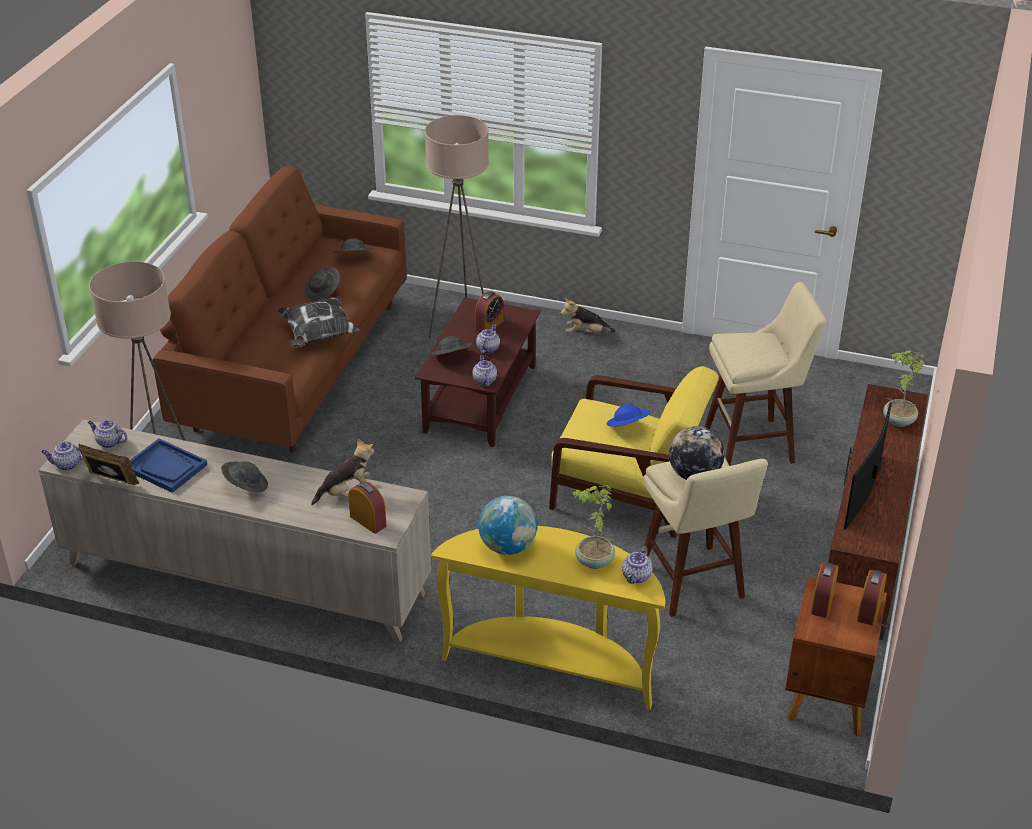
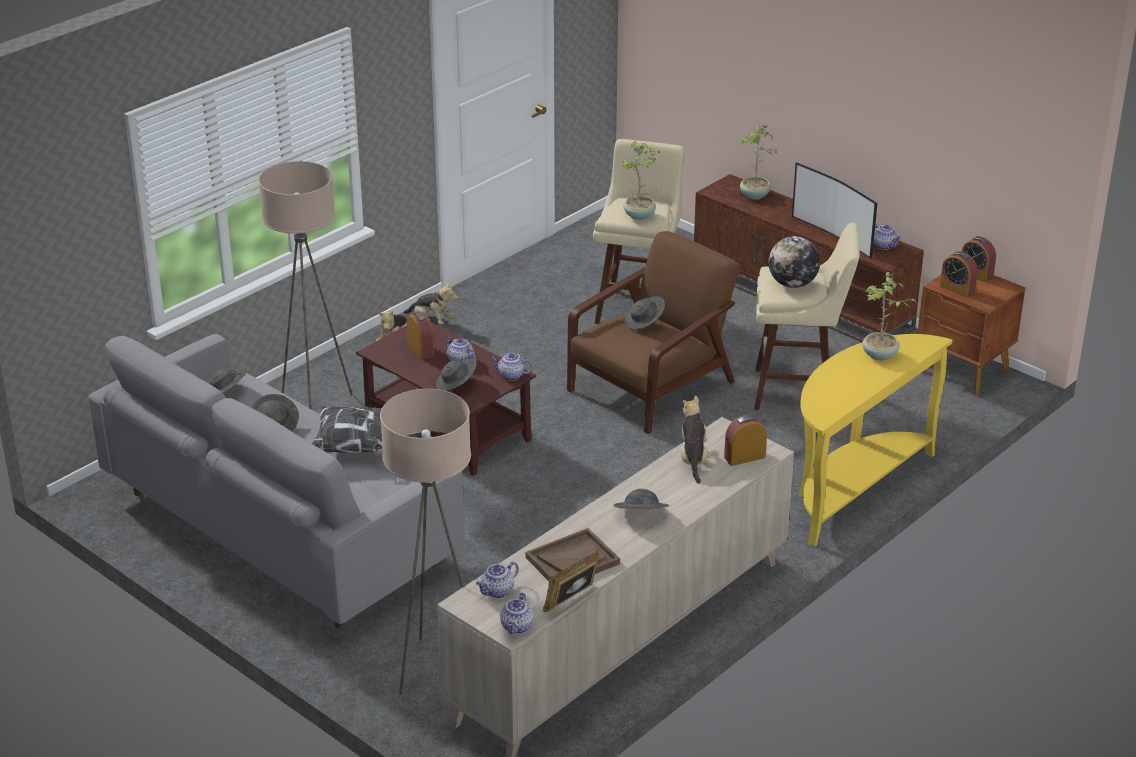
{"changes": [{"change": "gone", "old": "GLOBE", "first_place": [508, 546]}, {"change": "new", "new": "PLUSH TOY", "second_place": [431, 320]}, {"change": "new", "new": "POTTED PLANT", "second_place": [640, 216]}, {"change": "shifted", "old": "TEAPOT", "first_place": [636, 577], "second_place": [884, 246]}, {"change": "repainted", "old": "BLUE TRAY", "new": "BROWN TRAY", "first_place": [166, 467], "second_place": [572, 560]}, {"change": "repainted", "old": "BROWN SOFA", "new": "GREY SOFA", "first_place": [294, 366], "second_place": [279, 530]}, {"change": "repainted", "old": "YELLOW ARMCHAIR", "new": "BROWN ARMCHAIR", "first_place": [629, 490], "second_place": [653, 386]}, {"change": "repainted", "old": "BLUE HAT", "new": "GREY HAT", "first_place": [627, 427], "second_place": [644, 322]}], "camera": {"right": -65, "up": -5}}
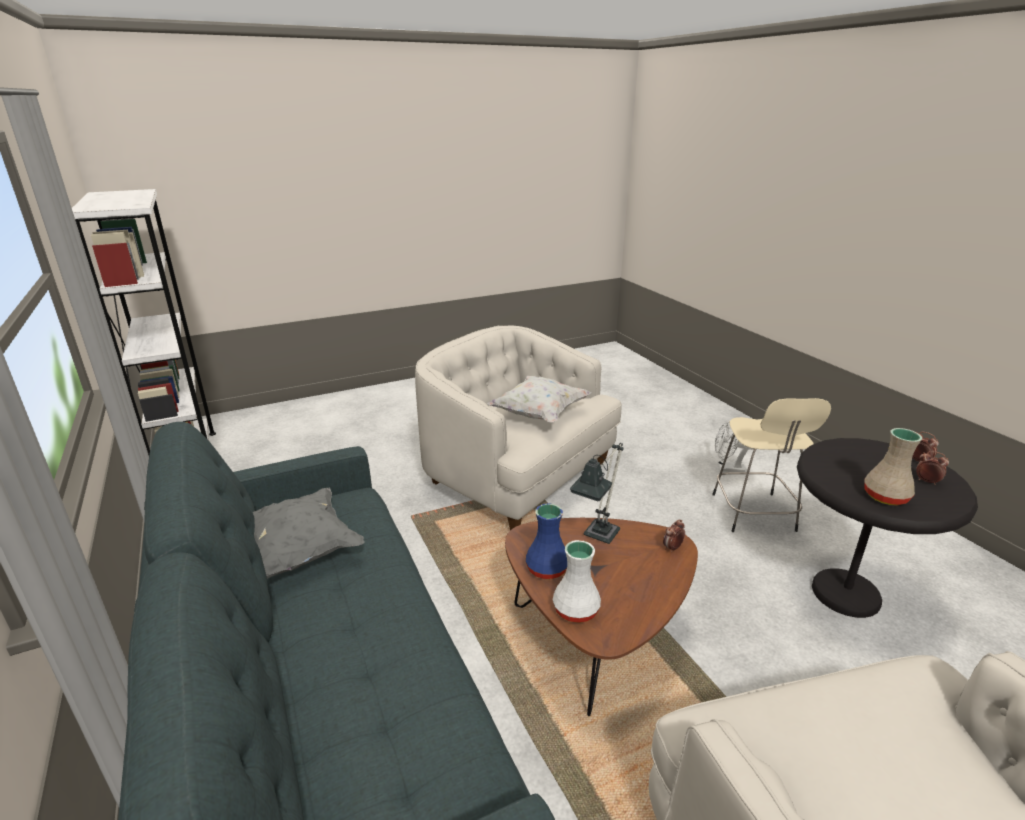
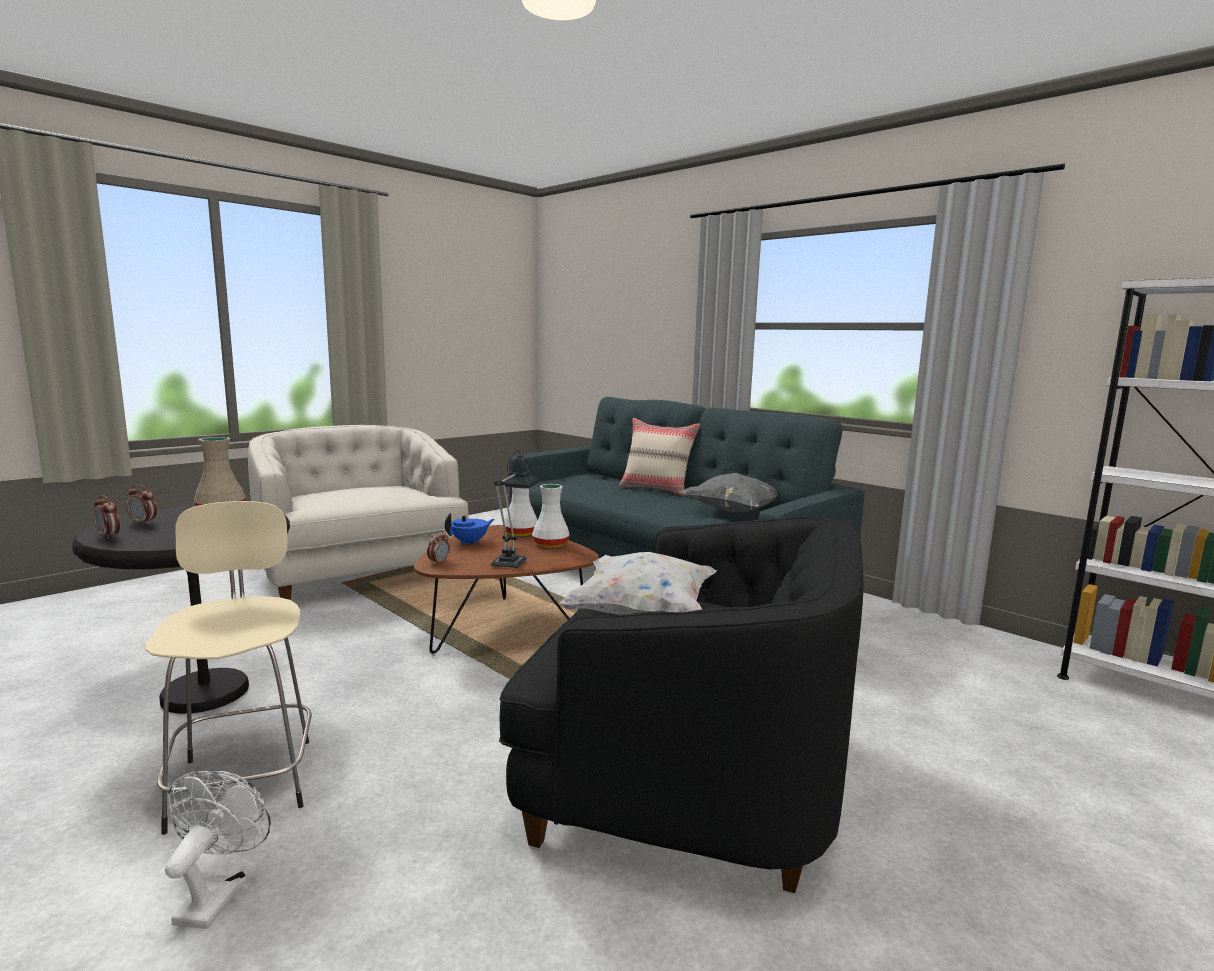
{"changes": [{"change": "new", "new": "BLUE TEAPOT", "second_place": [470, 542]}, {"change": "new", "new": "BEIGE PILLOW", "second_place": [656, 489]}, {"change": "repainted", "old": "WHITE ARMCHAIR", "new": "BLACK ARMCHAIR", "first_place": [517, 475], "second_place": [689, 773]}, {"change": "repainted", "old": "BLUE VASE", "new": "WHITE VASE", "first_place": [548, 568], "second_place": [550, 544]}, {"change": "rotated", "old": "WHITE FAN", "first_place": [727, 469], "second_place": [217, 894], "degrees": -75}], "camera": {"right": 160, "up": -15}}
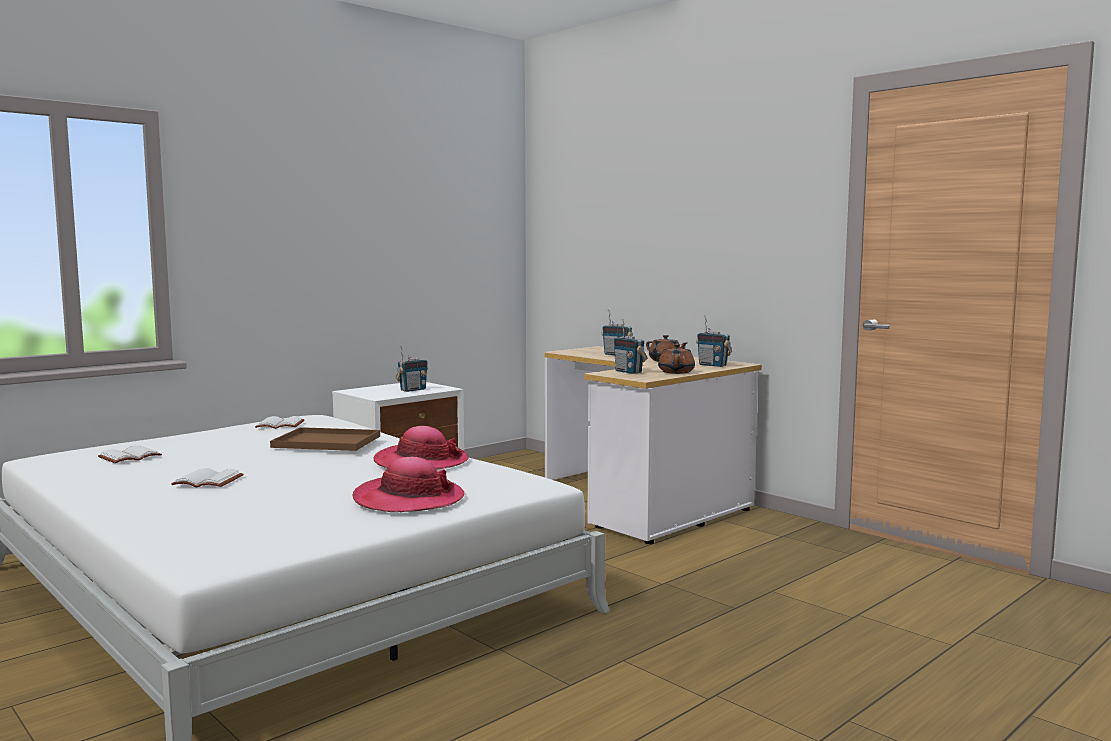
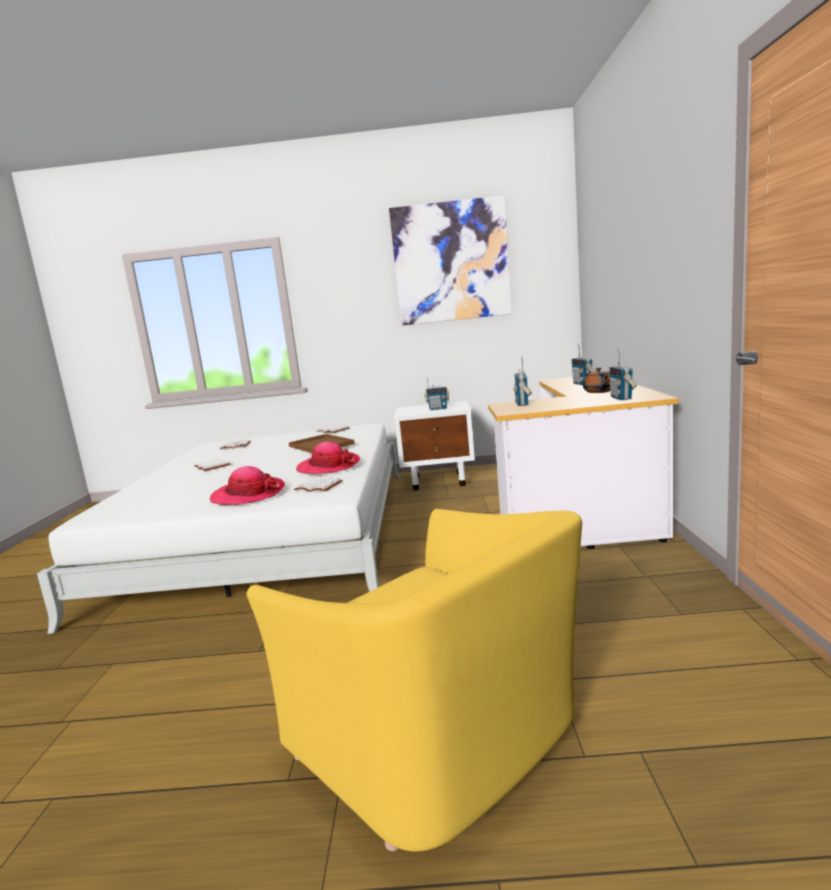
{"changes": [{"change": "gone", "old": "BROWN TEAPOT", "first_place": [676, 372]}, {"change": "new", "new": "YELLOW ARMCHAIR", "second_place": [441, 739]}, {"change": "new", "new": "WHITE BOOK", "second_place": [317, 487]}, {"change": "new", "new": "PICTURE", "second_place": [451, 262]}], "camera": {"right": 45, "up": 5}}
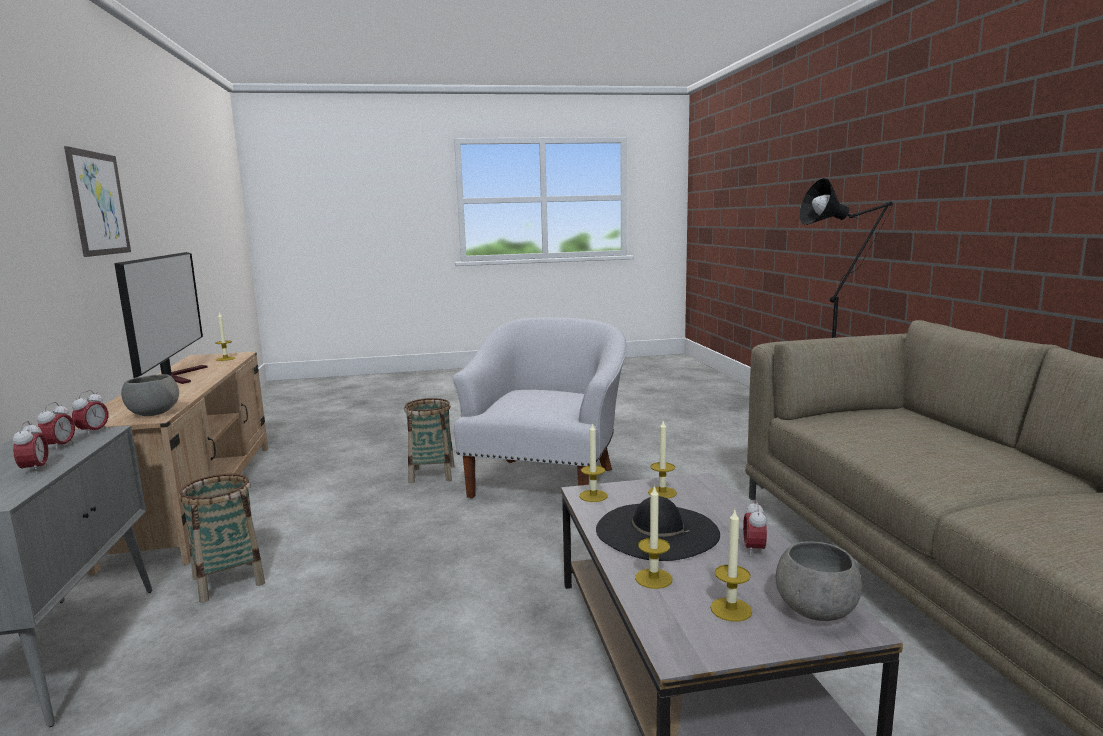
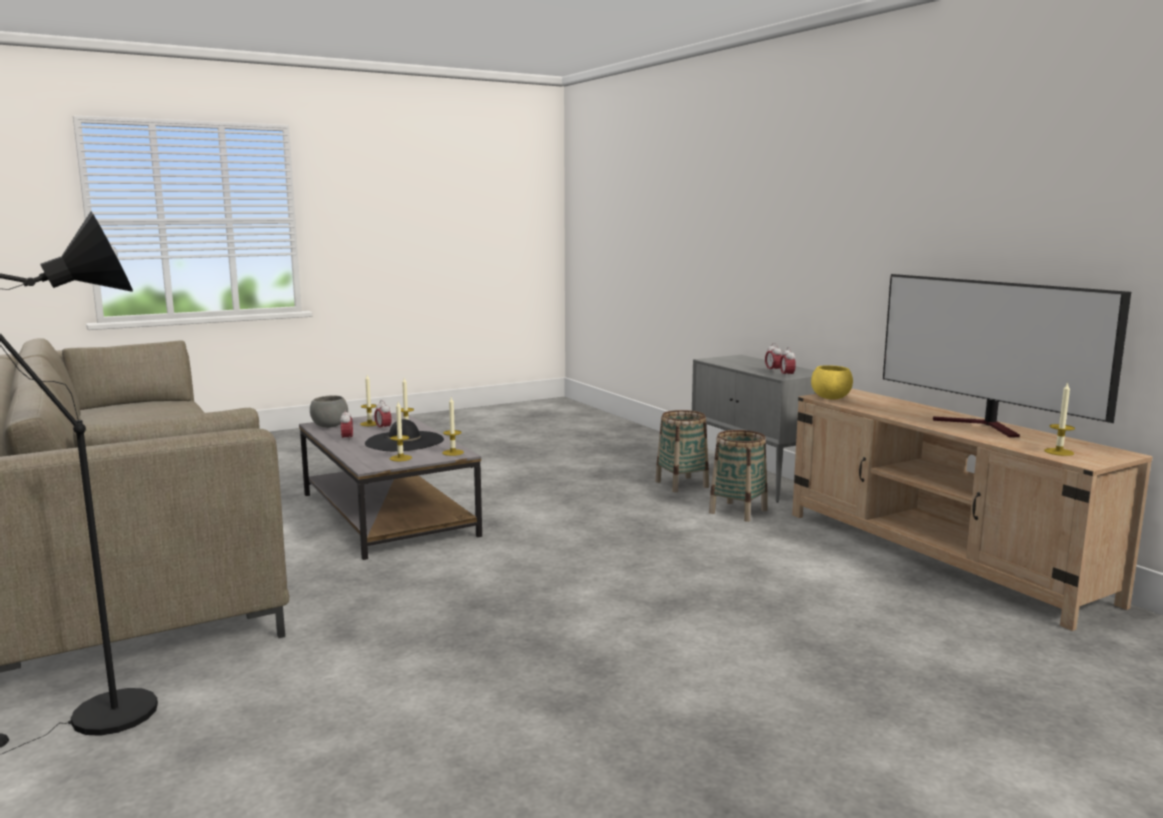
{"changes": [{"change": "gone", "old": "PICTURE", "first_place": [99, 203]}, {"change": "gone", "old": "WHITE ARMCHAIR", "first_place": [546, 480]}, {"change": "shifted", "old": "ALARM CLOCK", "first_place": [35, 470], "second_place": [383, 429]}, {"change": "shifted", "old": "BASKET", "first_place": [432, 474], "second_place": [682, 484]}, {"change": "repainted", "old": "GREY BOWL", "new": "YELLOW BOWL", "first_place": [153, 414], "second_place": [831, 398]}], "camera": {"right": 160, "up": 0}}
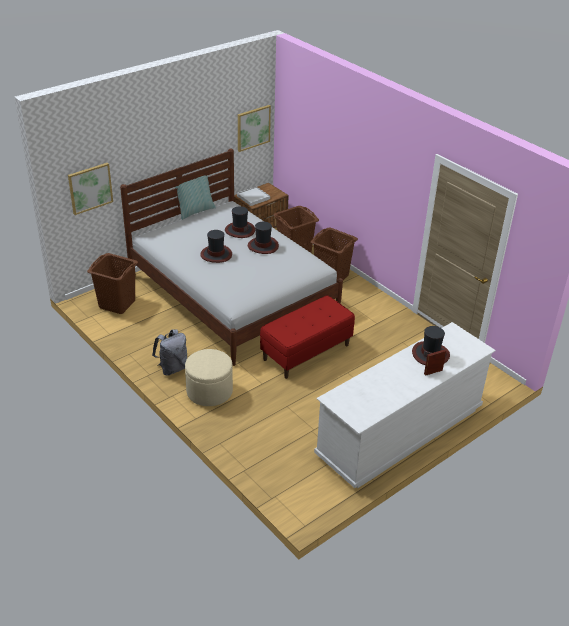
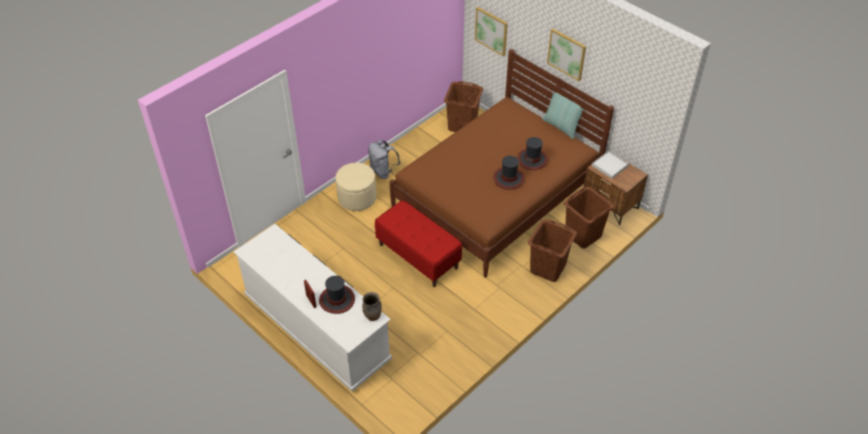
{"changes": [{"change": "gone", "old": "HAT", "first_place": [216, 254]}, {"change": "new", "new": "BROWN VASE", "second_place": [372, 316]}, {"change": "shifted", "old": "PICTURE", "first_place": [253, 127], "second_place": [567, 54]}, {"change": "repainted", "old": "WHITE BED", "new": "BROWN BED", "first_place": [232, 294], "second_place": [496, 196]}], "camera": {"right": 85, "up": 10}}
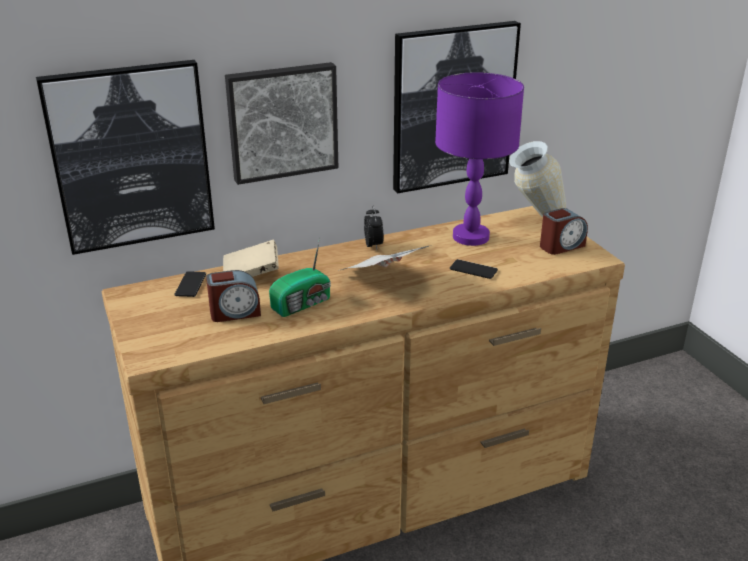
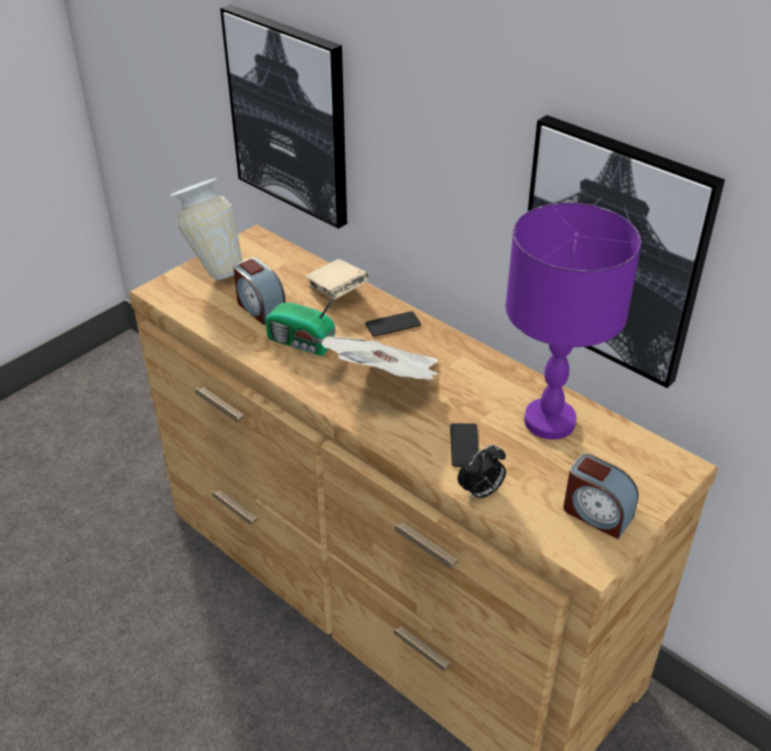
{"changes": [{"change": "gone", "old": "PICTURE", "first_place": [282, 121]}, {"change": "shifted", "old": "PHONE", "first_place": [190, 285], "second_place": [393, 325]}, {"change": "shifted", "old": "ALARM CLOCK", "first_place": [373, 246], "second_place": [481, 492]}, {"change": "shifted", "old": "VASE", "first_place": [533, 218], "second_place": [214, 268]}], "camera": {"right": 65, "up": 10}}
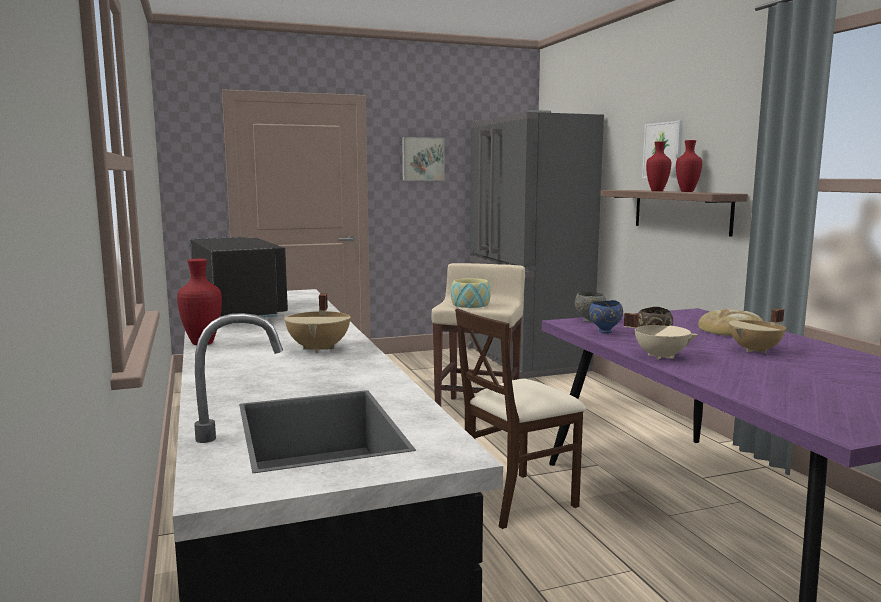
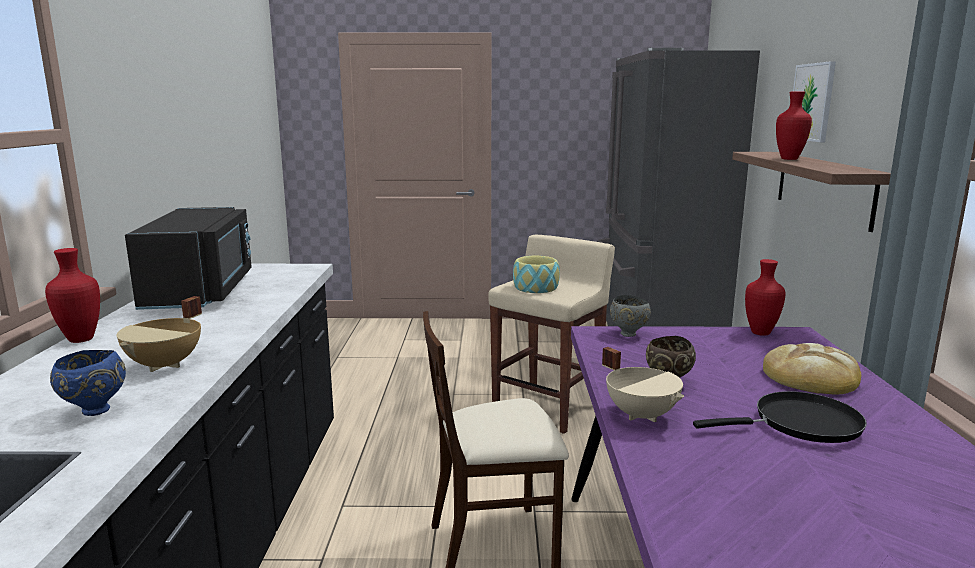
{"changes": [{"change": "gone", "old": "PICTURE", "first_place": [422, 159]}, {"change": "shifted", "old": "BLUE BOWL", "first_place": [604, 332], "second_place": [93, 411]}, {"change": "shifted", "old": "RED VASE", "first_place": [686, 191], "second_place": [759, 333]}, {"change": "swapped", "old": "BEIGE COOKING POT", "new": "BLACK FRYING PAN", "first_place": [756, 350], "second_place": [800, 424]}], "camera": {"right": 20, "up": 5}}
